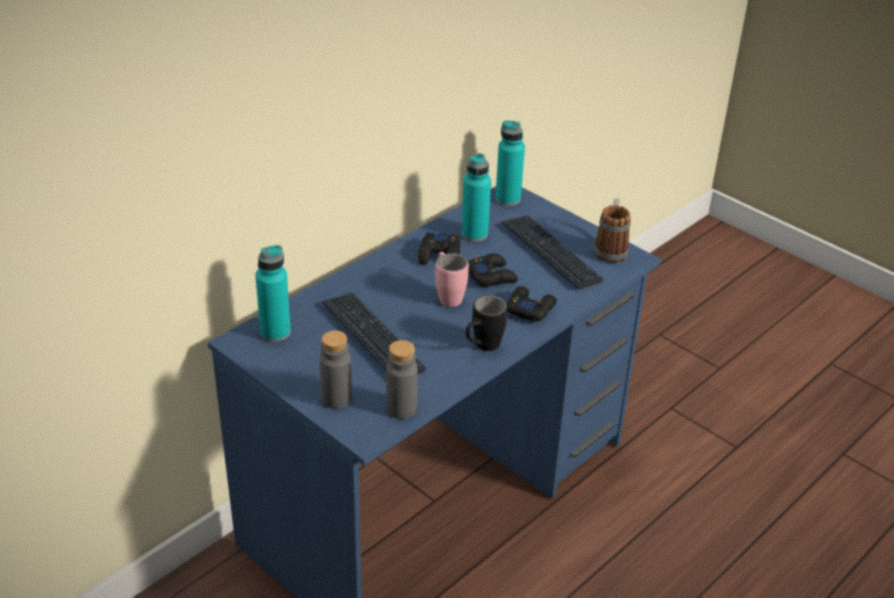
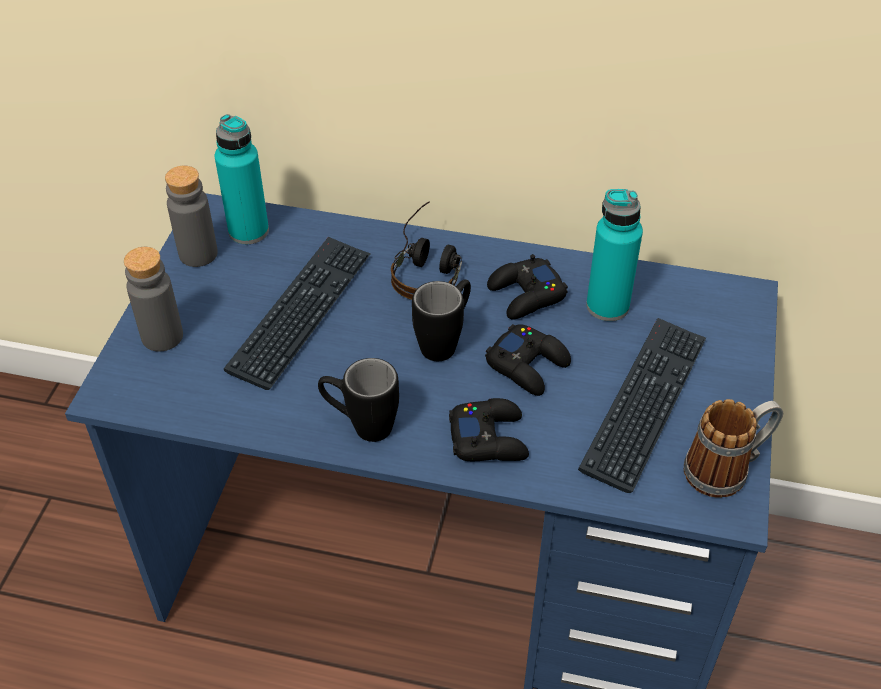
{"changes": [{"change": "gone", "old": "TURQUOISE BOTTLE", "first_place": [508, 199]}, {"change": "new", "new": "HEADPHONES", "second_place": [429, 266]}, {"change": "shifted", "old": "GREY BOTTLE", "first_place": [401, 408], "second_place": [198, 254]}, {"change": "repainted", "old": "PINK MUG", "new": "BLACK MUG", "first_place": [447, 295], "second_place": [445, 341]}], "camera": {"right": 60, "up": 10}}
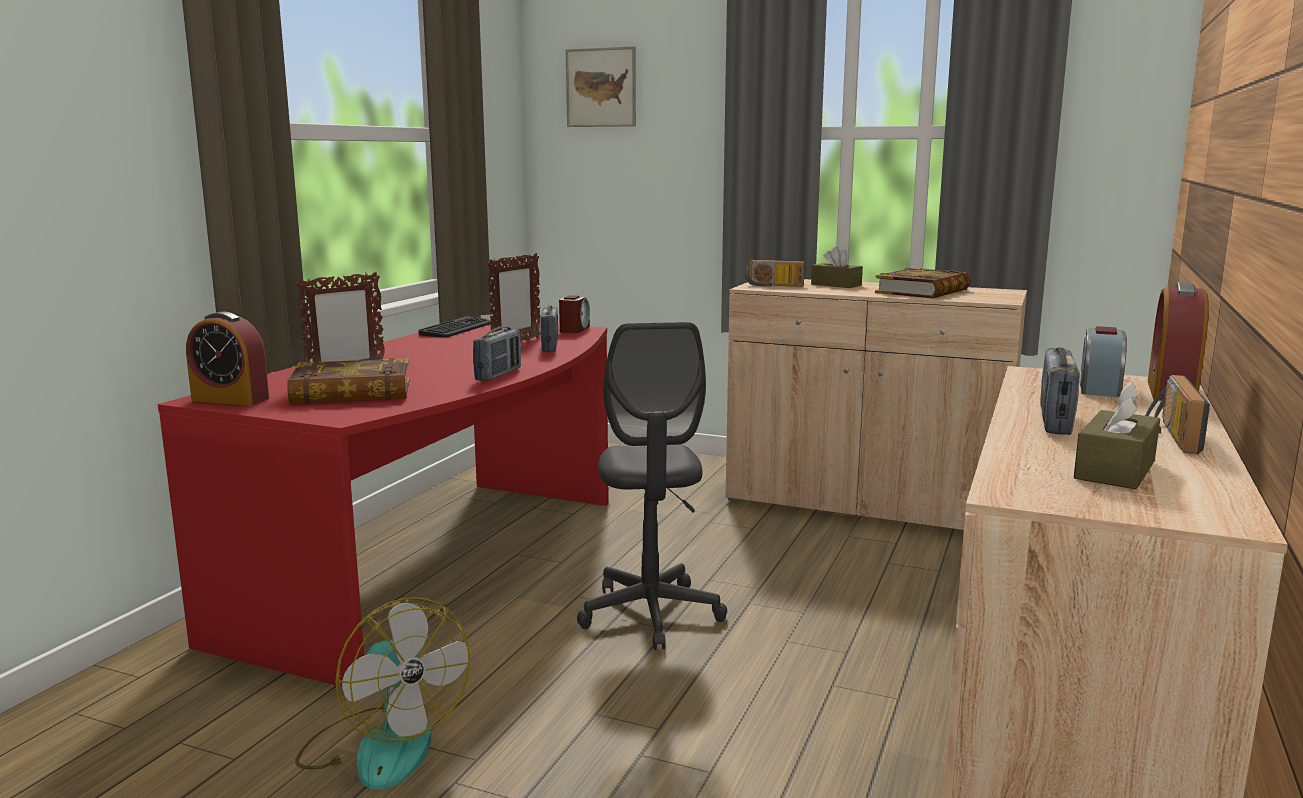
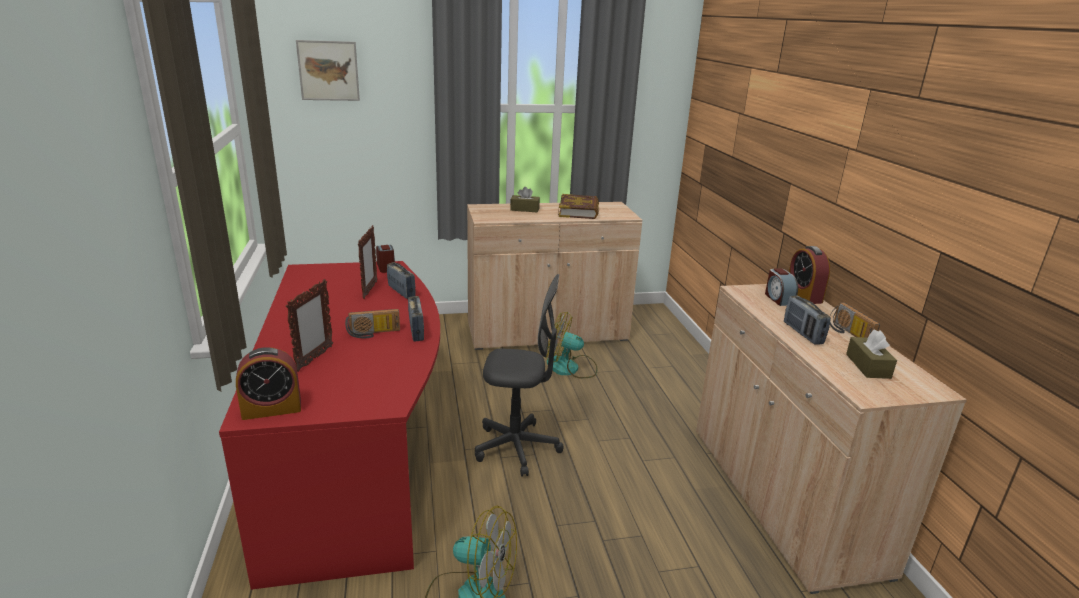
{"changes": [{"change": "gone", "old": "BOOK", "first_place": [352, 392]}, {"change": "gone", "old": "KEYBOARD", "first_place": [457, 329]}, {"change": "new", "new": "FAN", "second_place": [570, 368]}, {"change": "shifted", "old": "RADIO", "first_place": [773, 286], "second_place": [373, 333]}, {"change": "rotated", "old": "GREY OFFICE CHAIR", "first_place": [651, 614], "second_place": [517, 448], "degrees": -45}], "camera": {"right": -35, "up": 10}}
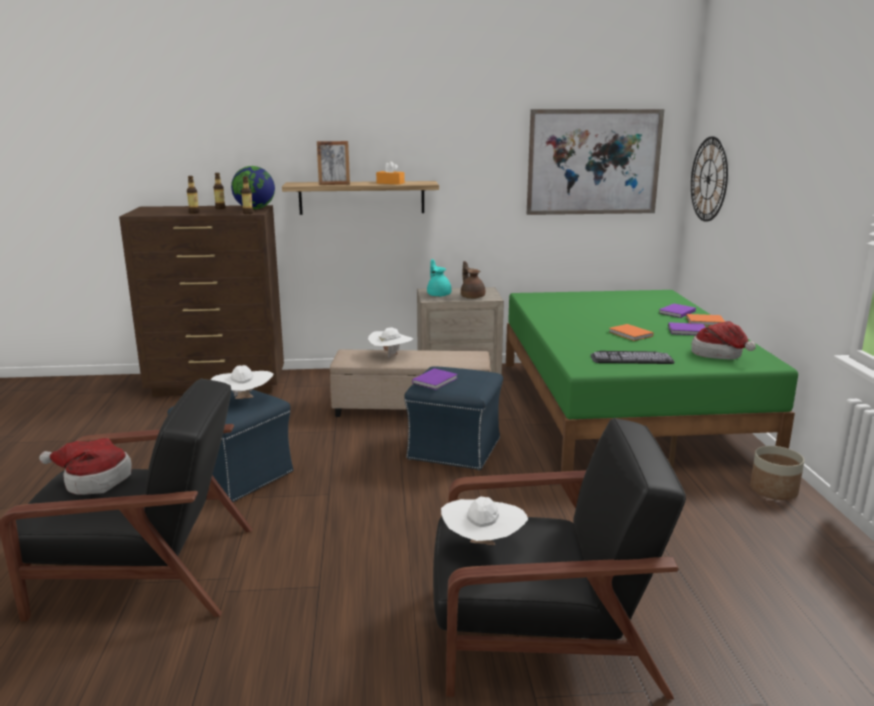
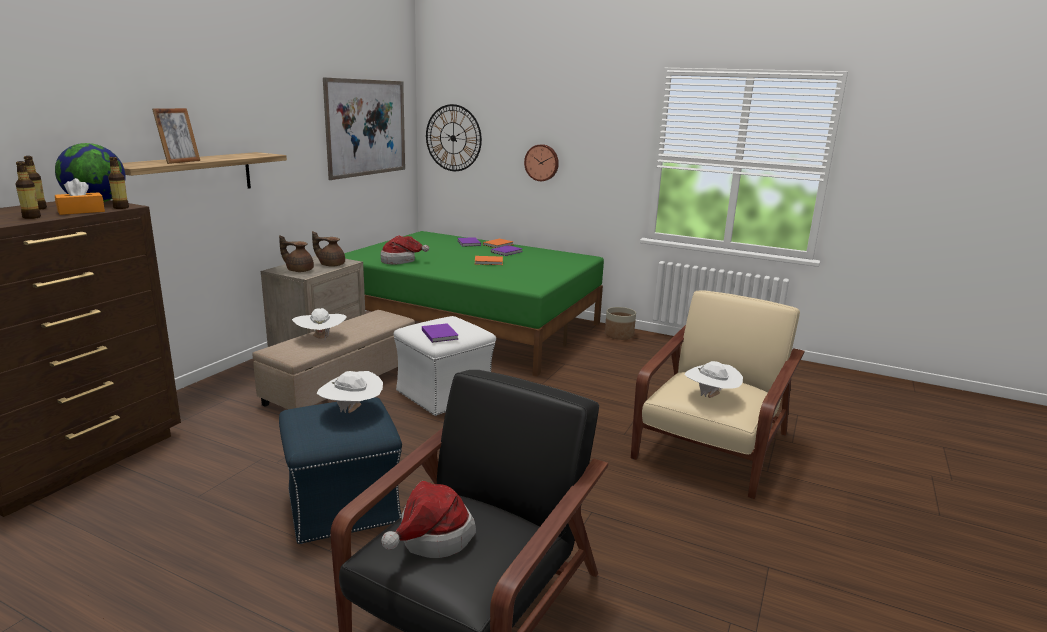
{"changes": [{"change": "gone", "old": "KEYBOARD", "first_place": [631, 357]}, {"change": "new", "new": "WALL CLOCK", "second_place": [542, 162]}, {"change": "shifted", "old": "ORANGE TISSUE BOX", "first_place": [390, 183], "second_place": [81, 211]}, {"change": "shifted", "old": "HAT", "first_place": [720, 354], "second_place": [401, 260]}, {"change": "repainted", "old": "BLUE OTTOMAN", "new": "WHITE OTTOMAN", "first_place": [455, 449], "second_place": [445, 394]}, {"change": "repainted", "old": "TURQUOISE TEAPOT", "new": "BROWN TEAPOT", "first_place": [438, 294], "second_place": [299, 270]}, {"change": "repainted", "old": "BLACK ARMCHAIR", "new": "BEIGE ARMCHAIR", "first_place": [542, 635], "second_place": [710, 448]}], "camera": {"right": -60, "up": 0}}
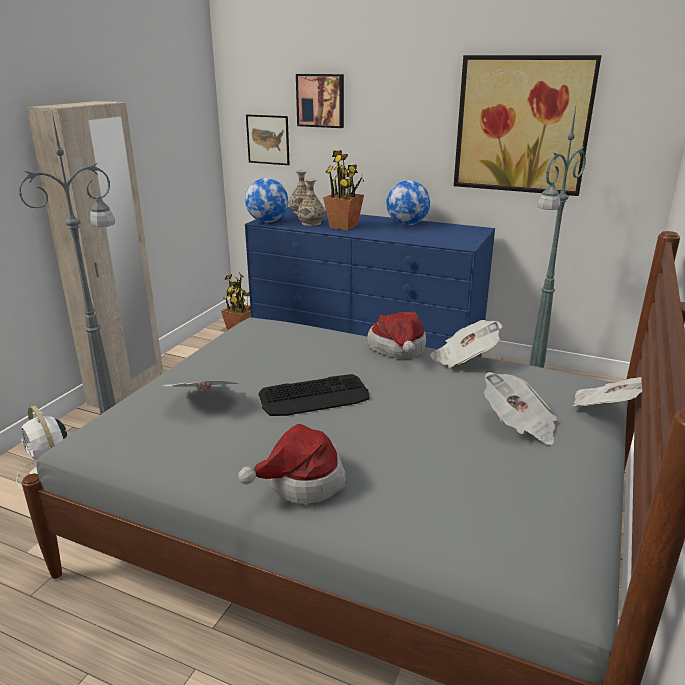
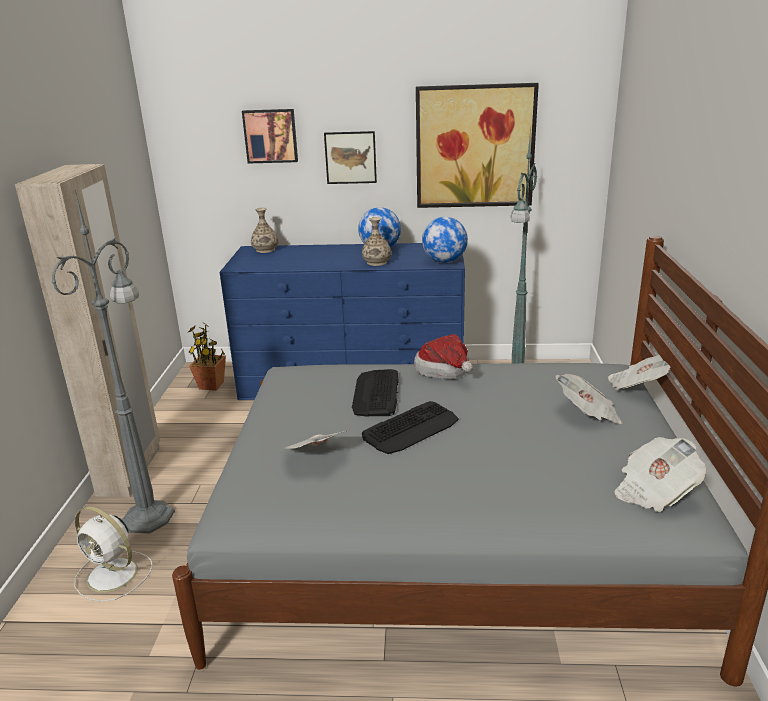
{"changes": [{"change": "gone", "old": "HAT", "first_place": [301, 482]}, {"change": "gone", "old": "POTTED PLANT", "first_place": [343, 226]}, {"change": "new", "new": "KEYBOARD", "second_place": [376, 393]}, {"change": "shifted", "old": "GLOBE", "first_place": [268, 221], "second_place": [444, 261]}, {"change": "shifted", "old": "PICTURE", "first_place": [268, 139], "second_place": [350, 157]}, {"change": "shifted", "old": "VASE", "first_place": [311, 223], "second_place": [376, 262]}, {"change": "shifted", "old": "NEWSPAPER", "first_place": [463, 359], "second_place": [654, 491]}], "camera": {"right": -20, "up": 0}}
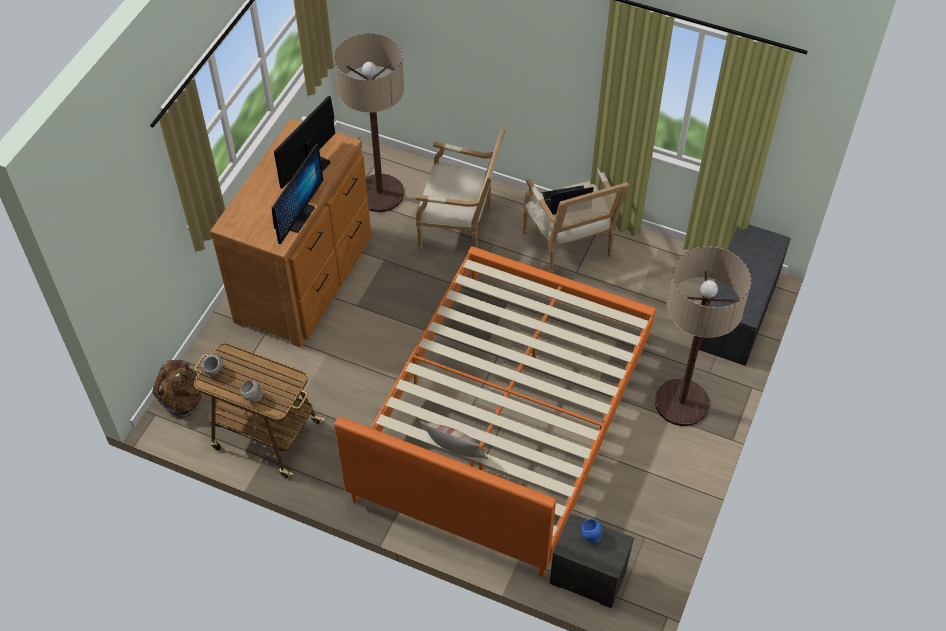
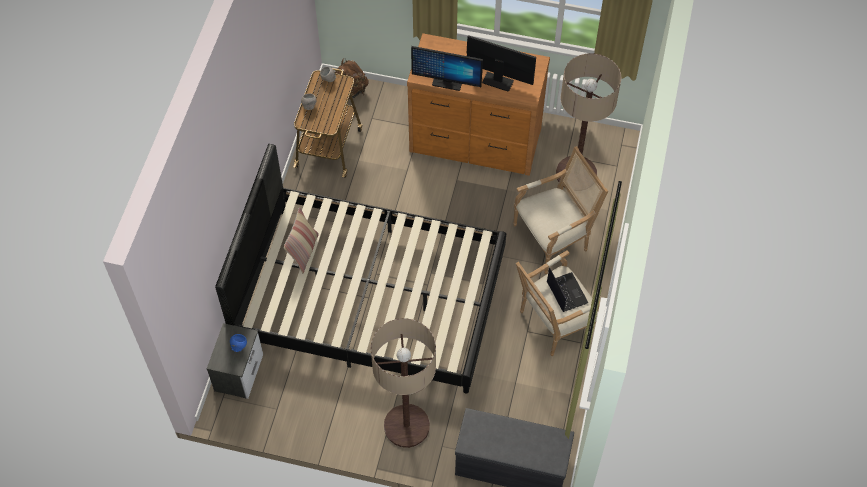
{"changes": [{"change": "repainted", "old": "ORANGE BED", "new": "BLACK BED", "first_place": [504, 417], "second_place": [370, 297]}, {"change": "rotated", "old": "ARMCHAIR", "first_place": [460, 228], "second_place": [554, 238], "degrees": -120}], "camera": {"right": 80, "up": 5}}
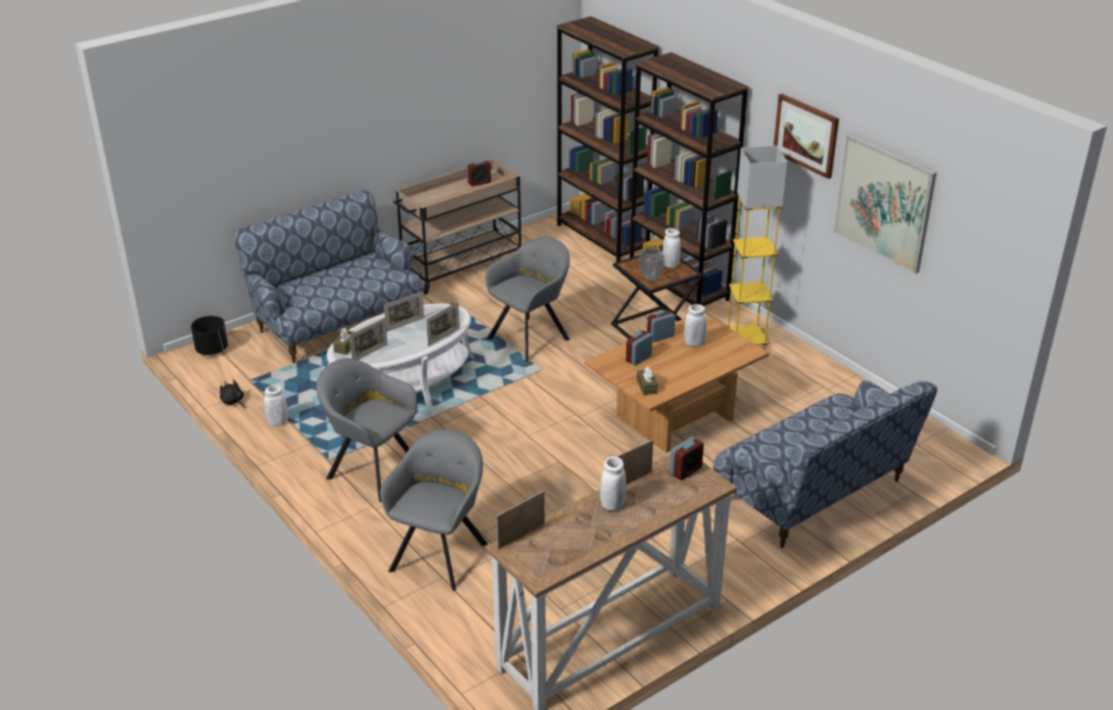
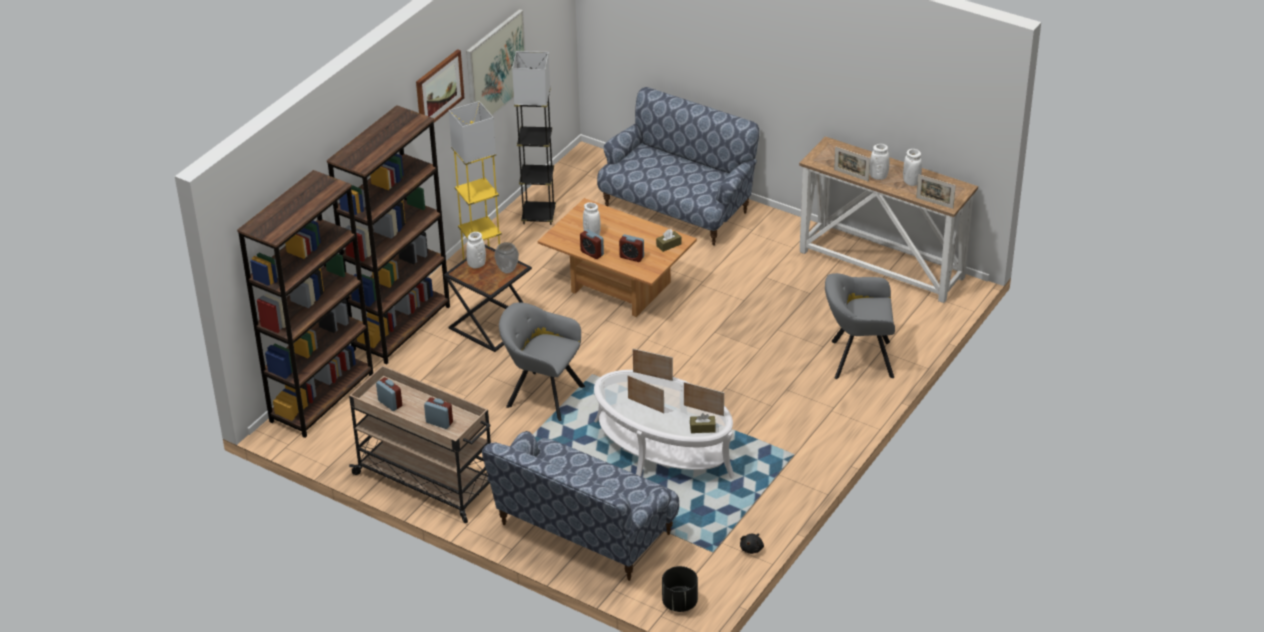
{"changes": [{"change": "gone", "old": "GREY ARMCHAIR", "first_place": [371, 469]}, {"change": "new", "new": "GREY FLOOR LAMP", "second_place": [538, 216]}, {"change": "shifted", "old": "WHITE VASE", "first_place": [278, 422], "second_place": [911, 182]}, {"change": "shifted", "old": "ALARM CLOCK", "first_place": [685, 471], "second_place": [439, 422]}], "camera": {"right": -110, "up": 5}}
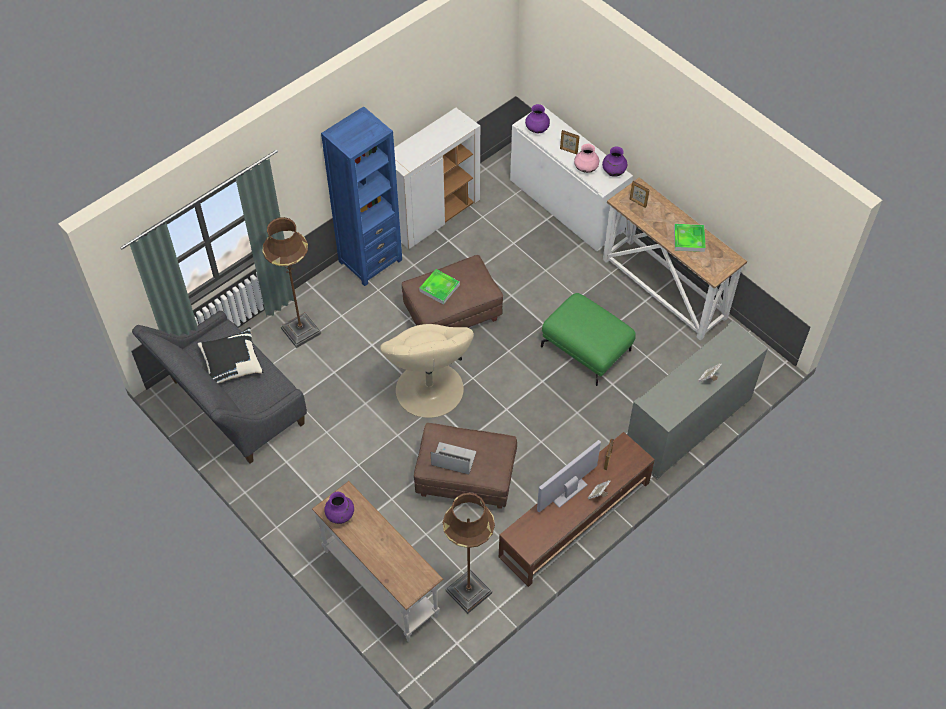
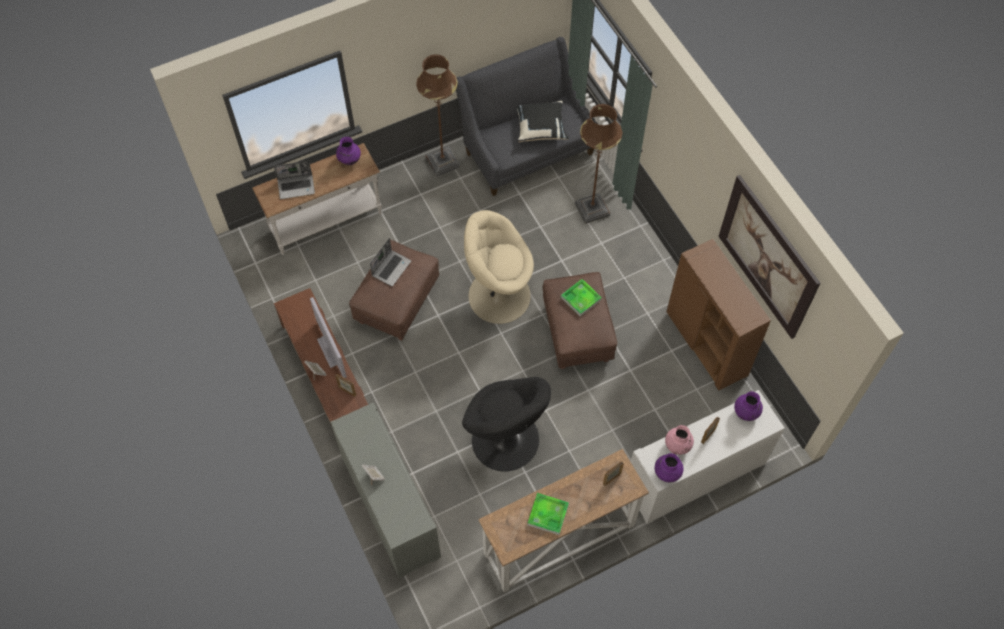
{"changes": [{"change": "gone", "old": "BLUE BOOKCASE", "first_place": [370, 261]}, {"change": "new", "new": "LAPTOP", "second_place": [296, 186]}, {"change": "new", "new": "PICTURE", "second_place": [767, 257]}, {"change": "shifted", "old": "BROWN FLOOR LAMP", "first_place": [468, 592], "second_place": [442, 162]}, {"change": "swapped", "old": "GREEN OTTOMAN", "new": "BLACK ARMCHAIR", "first_place": [587, 348], "second_place": [505, 441]}, {"change": "repainted", "old": "WHITE CABINET", "new": "BROWN CABINET", "first_place": [433, 215], "second_place": [707, 344]}], "camera": {"right": 105, "up": 5}}
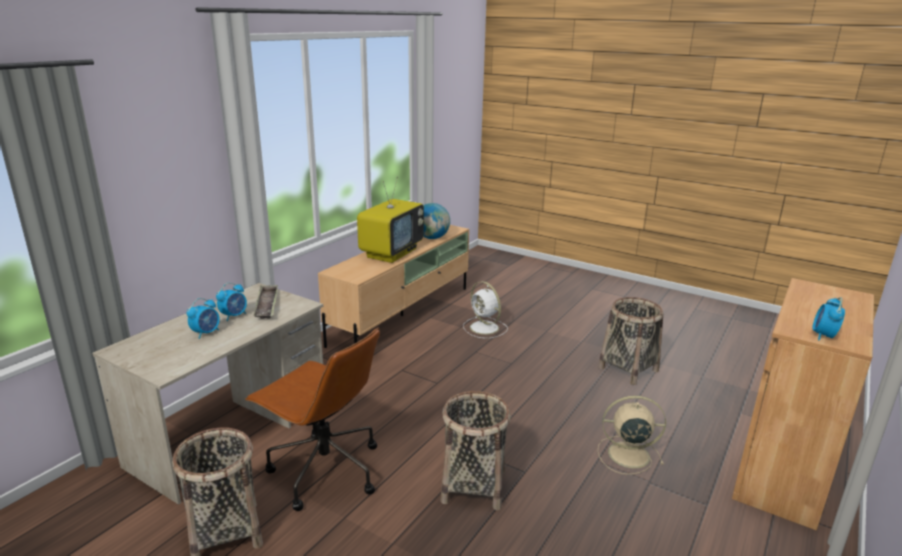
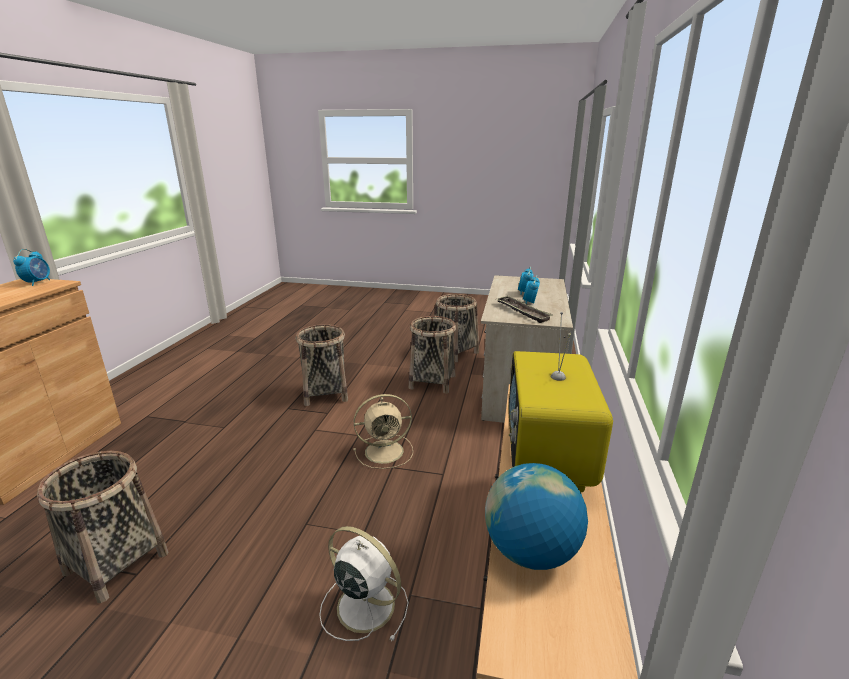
{"changes": [{"change": "shifted", "old": "BEIGE FAN", "first_place": [626, 454], "second_place": [386, 451]}, {"change": "swapped", "old": "BROWN OFFICE CHAIR", "new": "BASKET", "first_place": [324, 470], "second_place": [432, 382]}], "camera": {"right": 160, "up": 0}}
